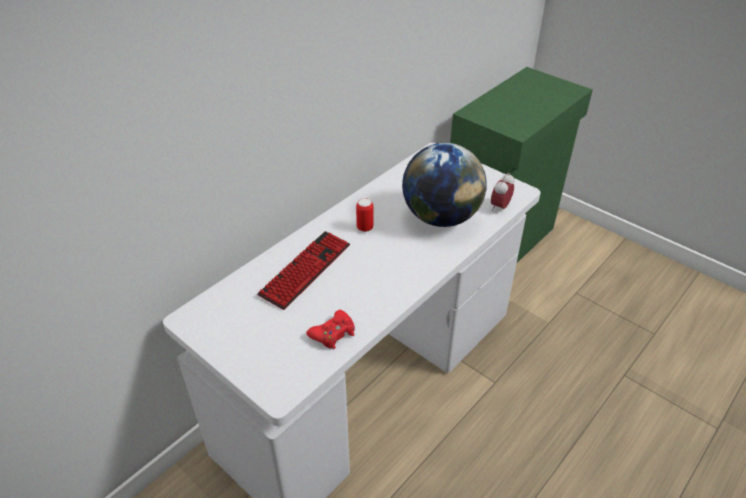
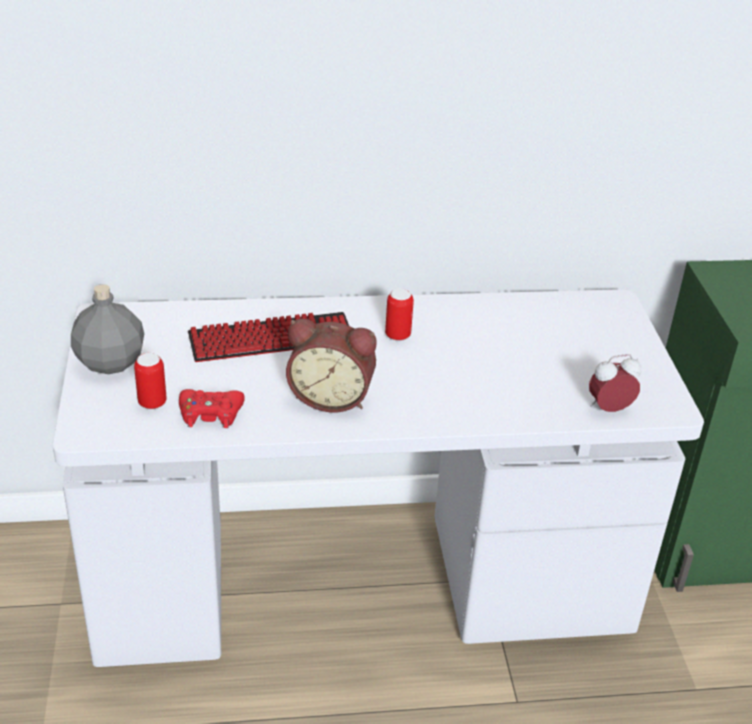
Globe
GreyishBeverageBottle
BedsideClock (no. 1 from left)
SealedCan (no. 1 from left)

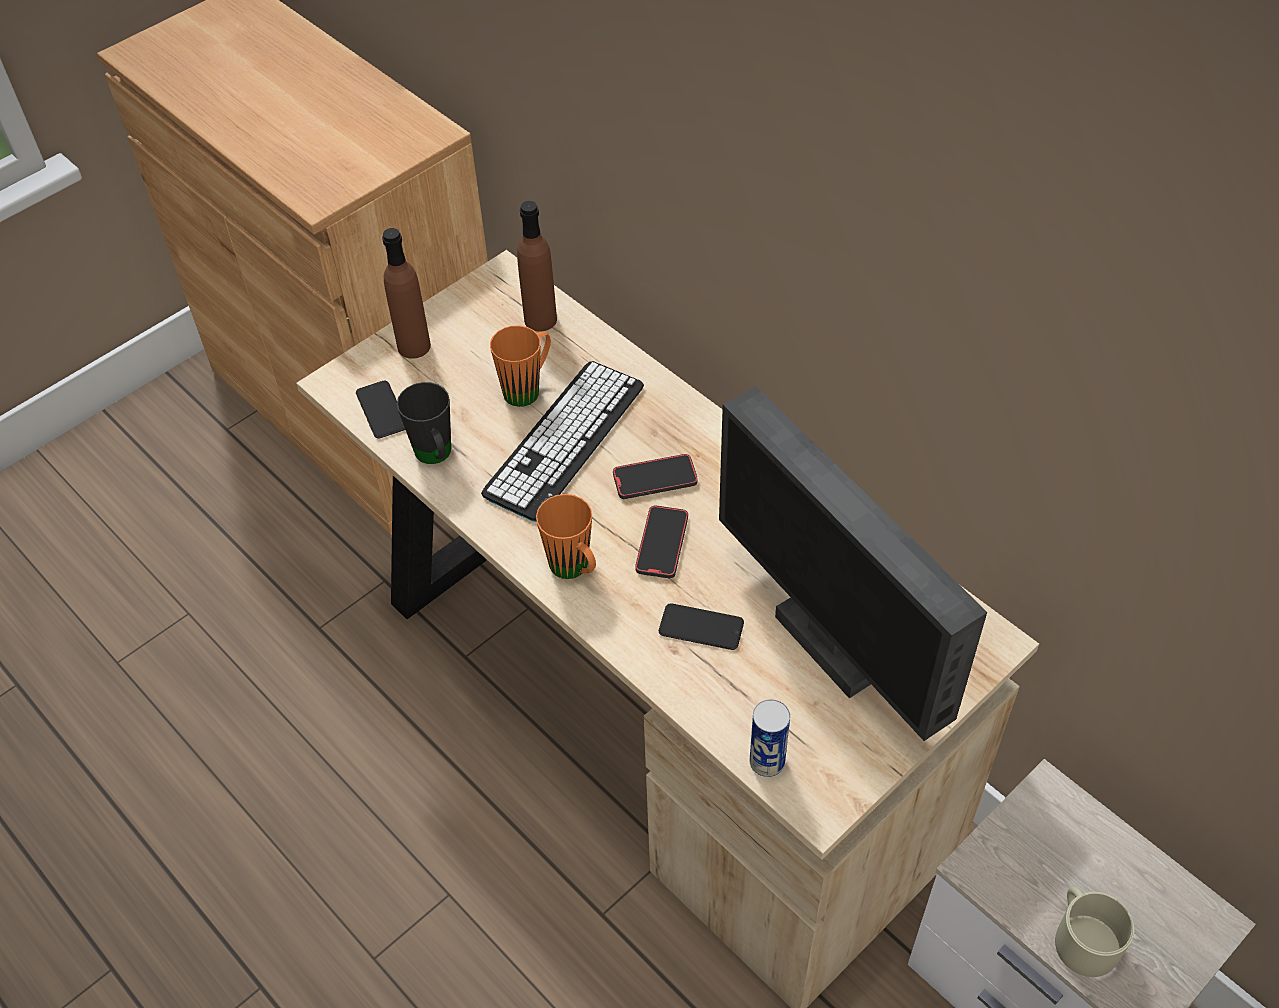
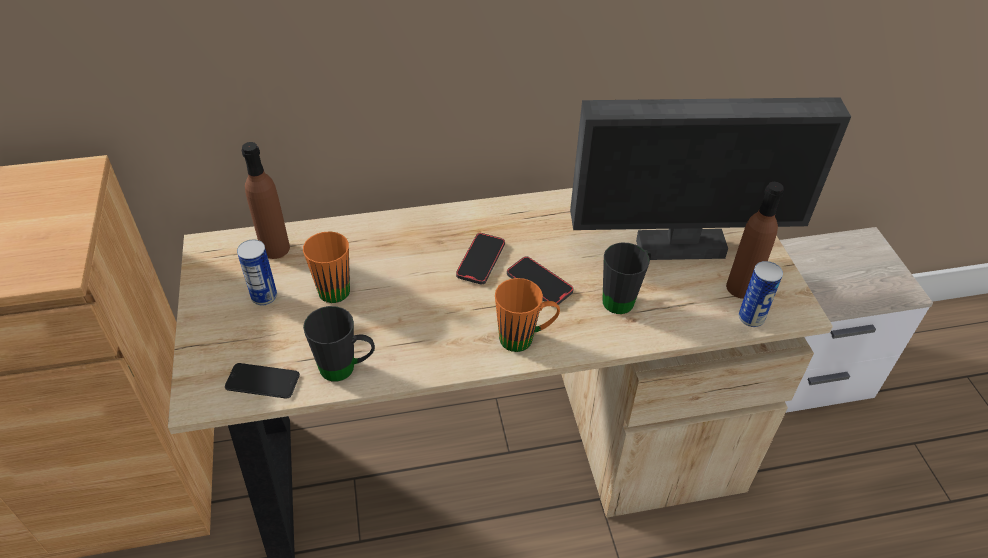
BrownBeverageBottle (no. 2 from left)
Keyboard
BlackishTeaMug (no. 2 from left)
SandColouredTeaMug
SealedCan (no. 1 from left)

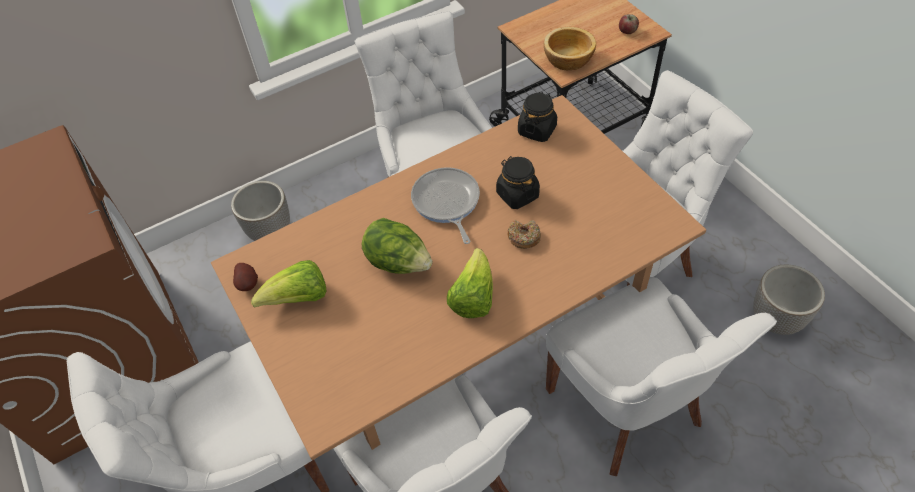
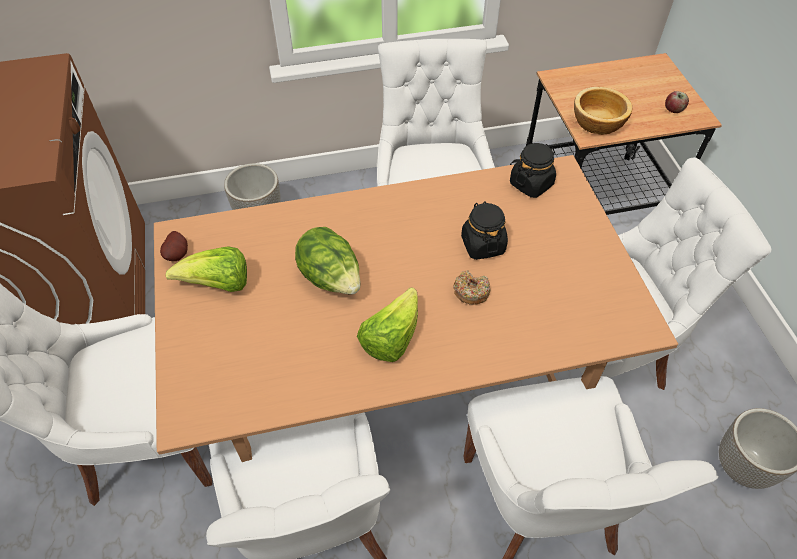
FryingPan

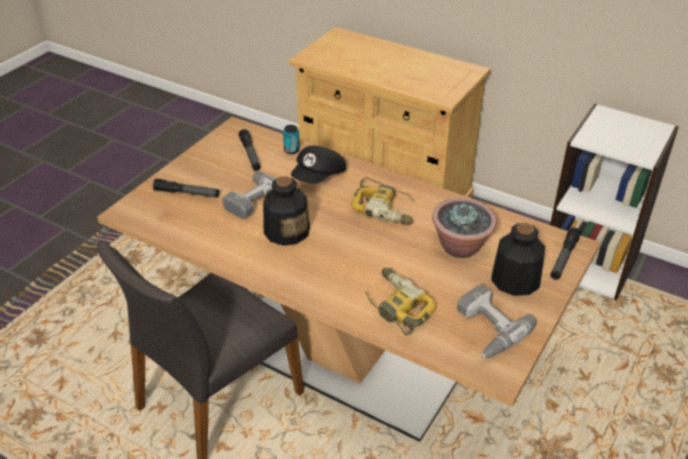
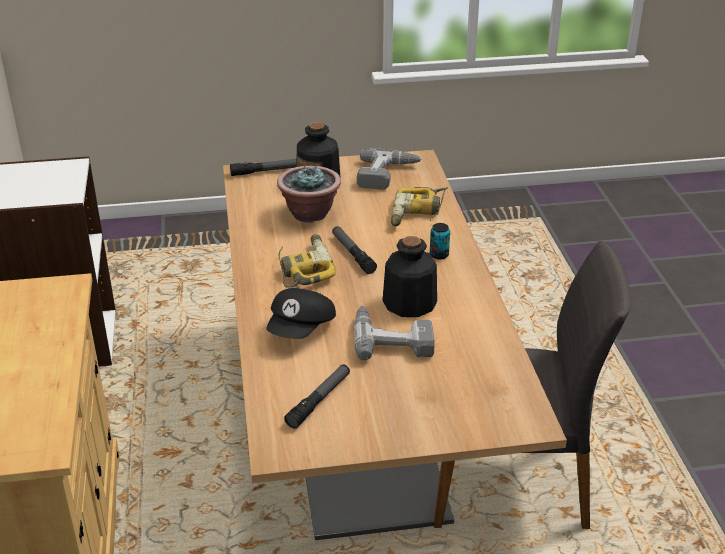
SealedCan
BlackishCap
Flashlight (no. 3 from left)

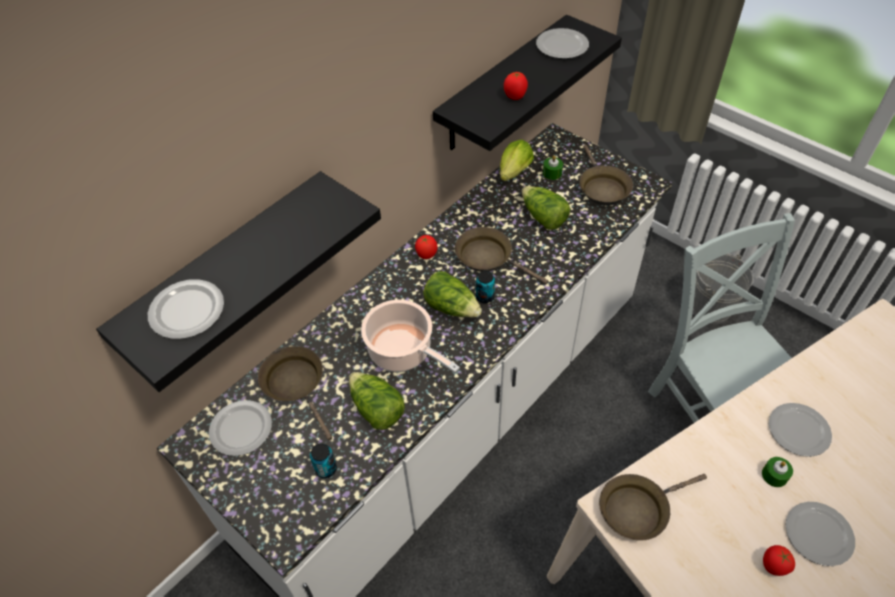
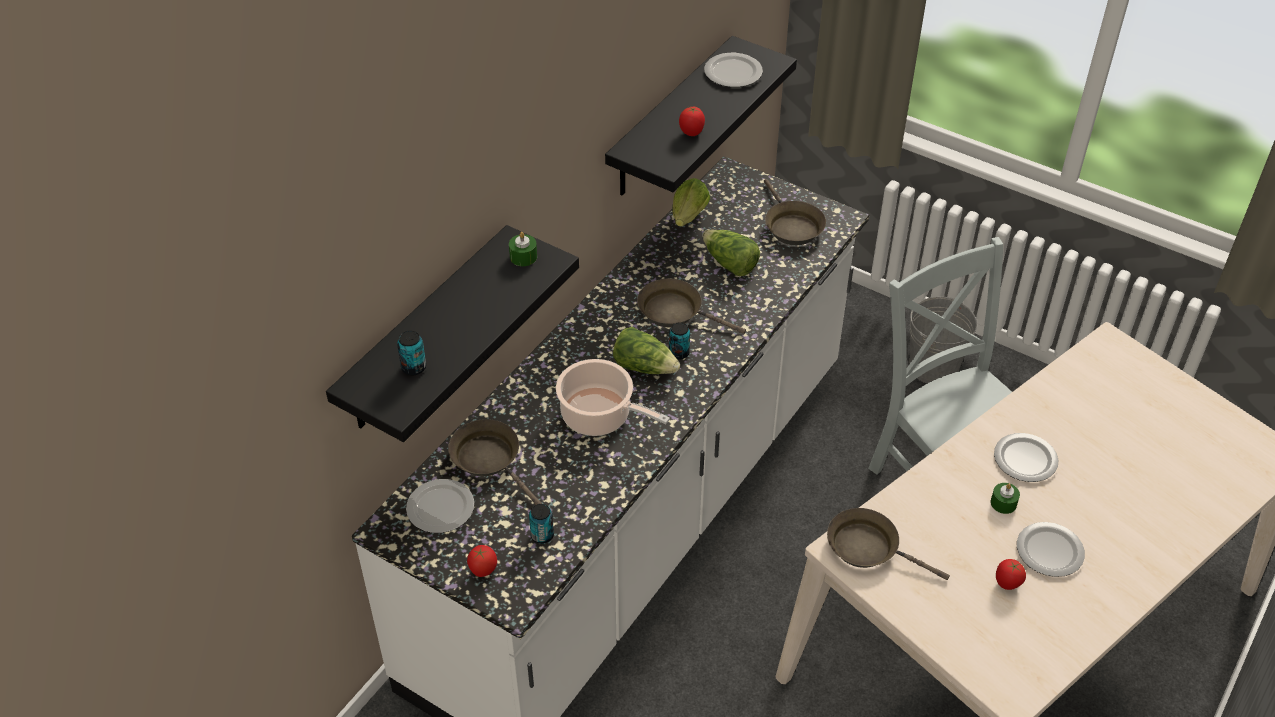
GreenWaxCandle (no. 1 from left)
FreshTomato (no. 1 from left)
SealedCan (no. 1 from left)
LettuceHead (no. 1 from left in the first image)
BrownFryingPan (no. 4 from left)

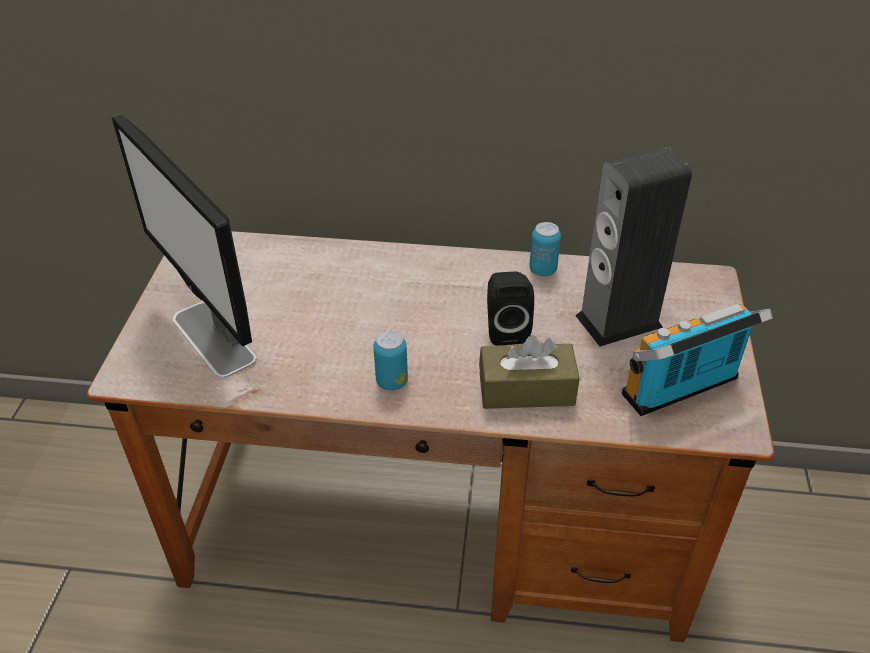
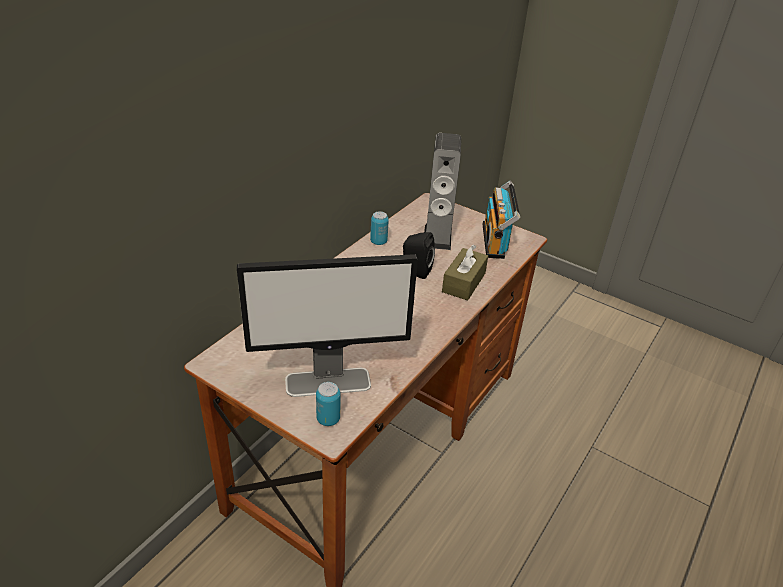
SealedCan (no. 1 from left)

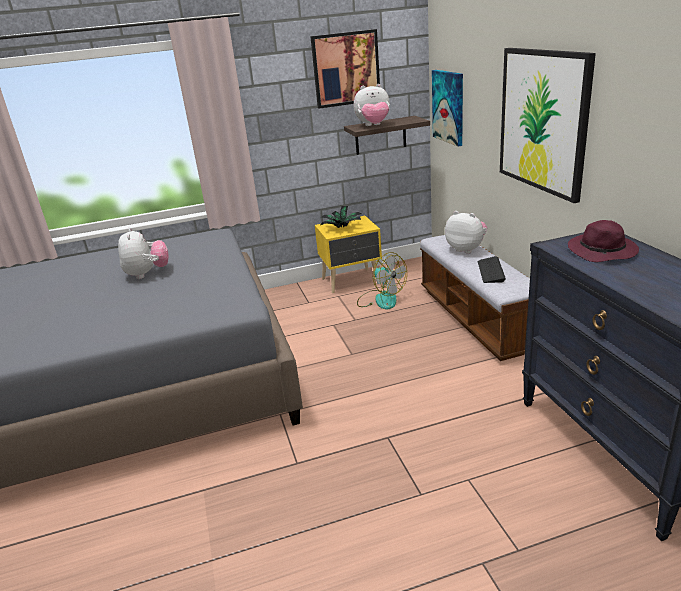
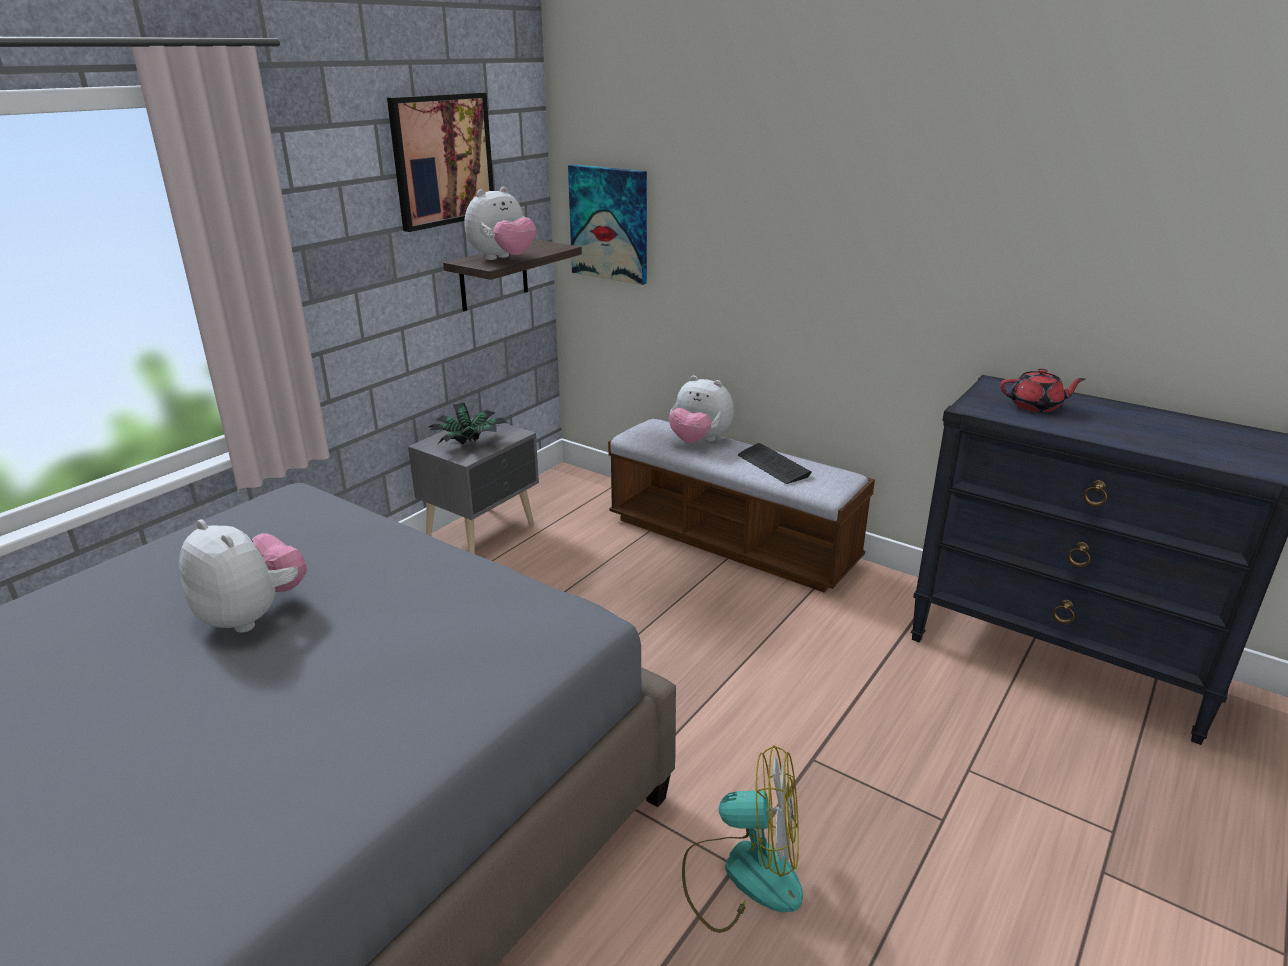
Picture (no. 3 from left in the first image)
CuddlyToy (no. 3 from left)
GreyishBedsideTable
RedTeapot
ElectricFan

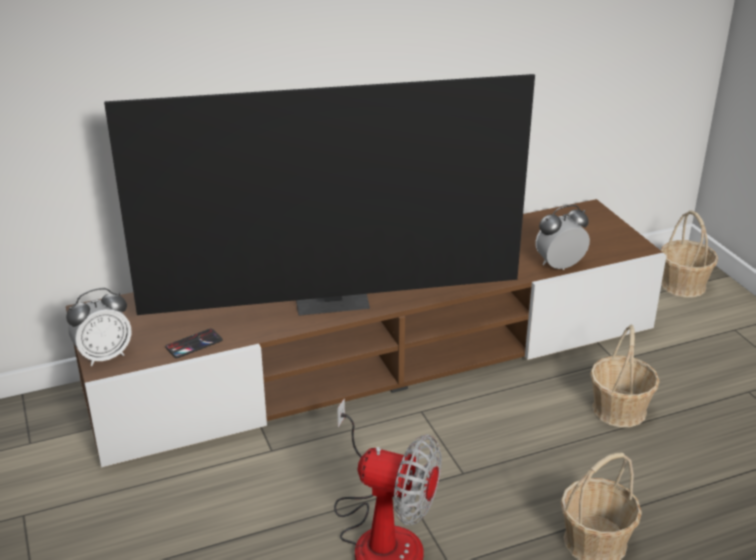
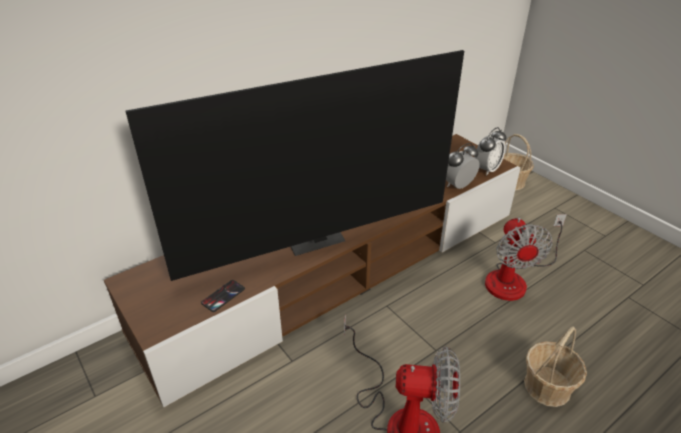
BedsideClock (no. 2 from left)
ElectricFan (no. 2 from left)

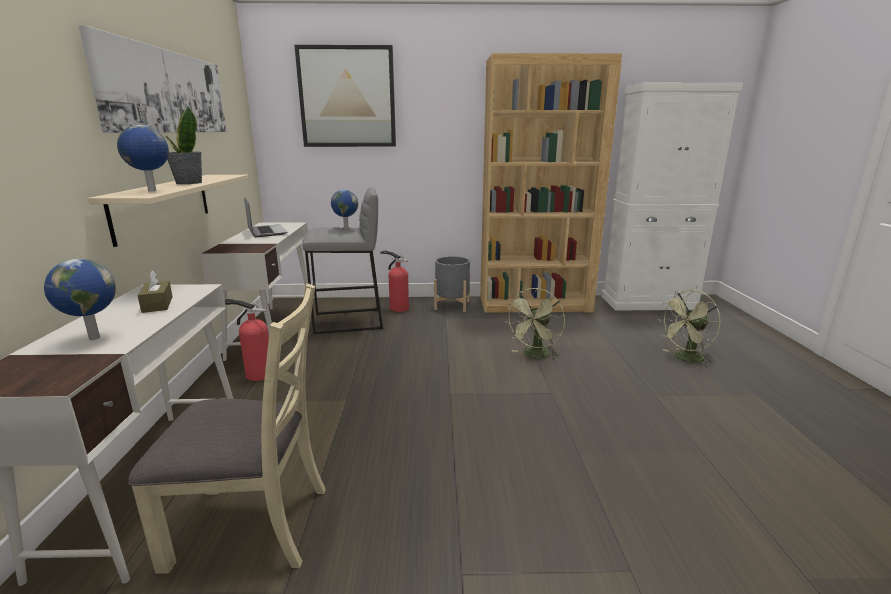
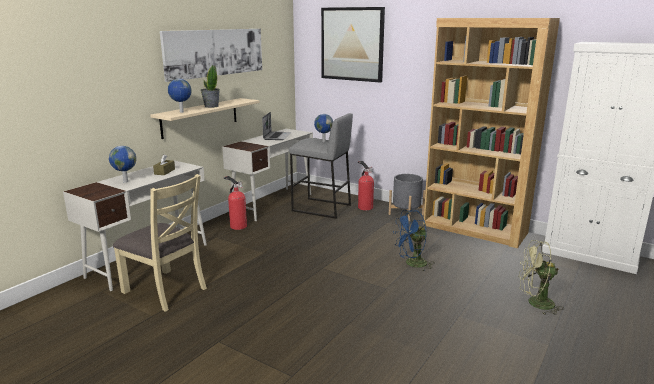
BlueElectricFan

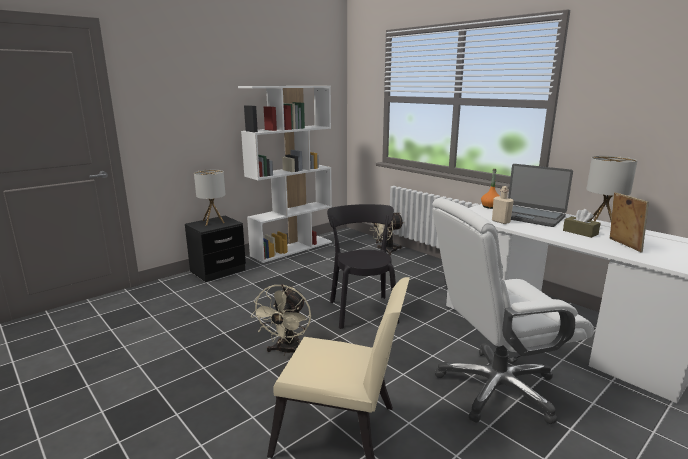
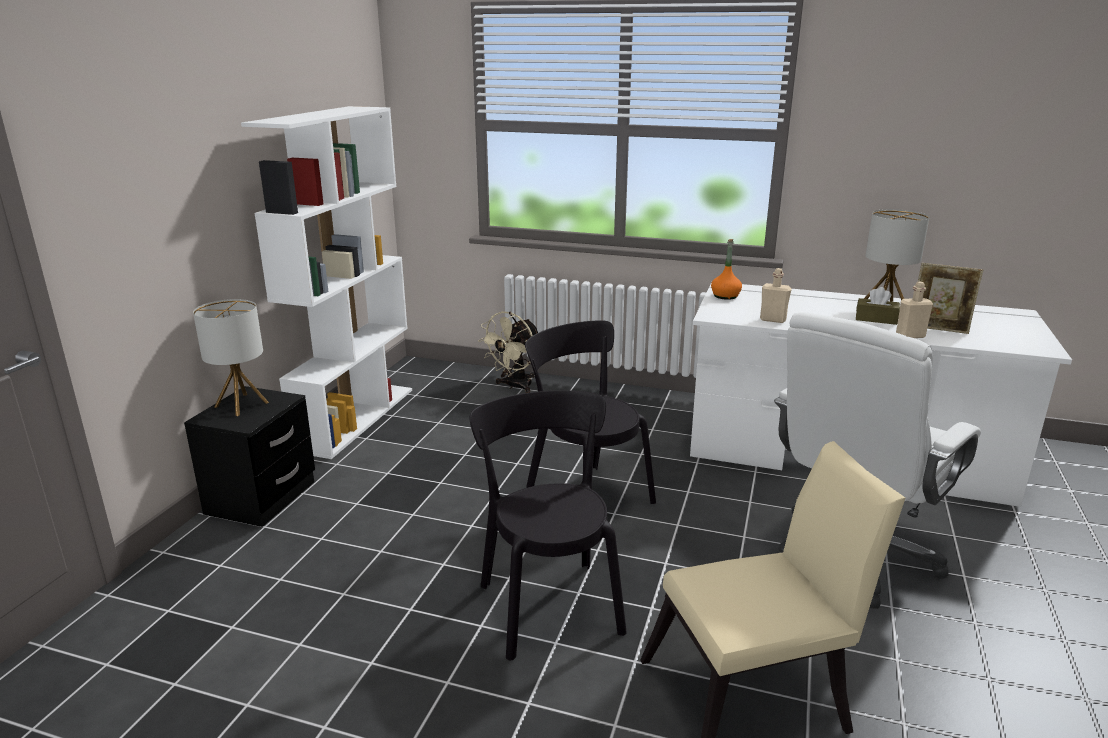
Laptop
PictureFrame
BlackishChair (no. 1 from left)
SandColouredBeverageBottle (no. 2 from left)

